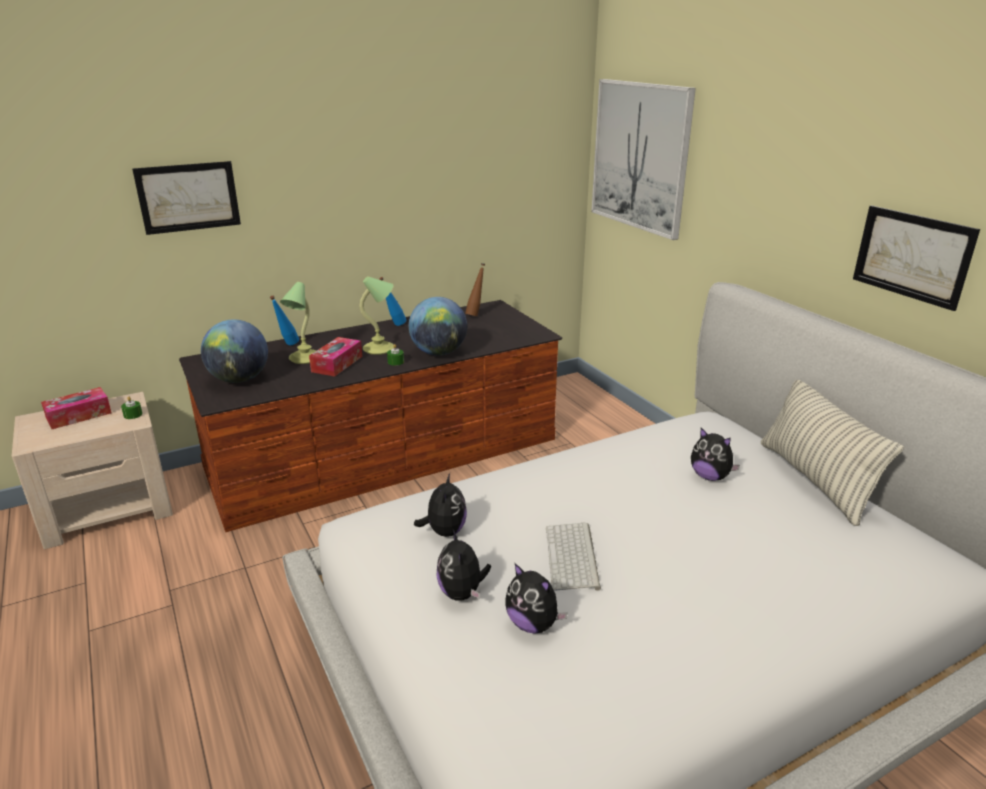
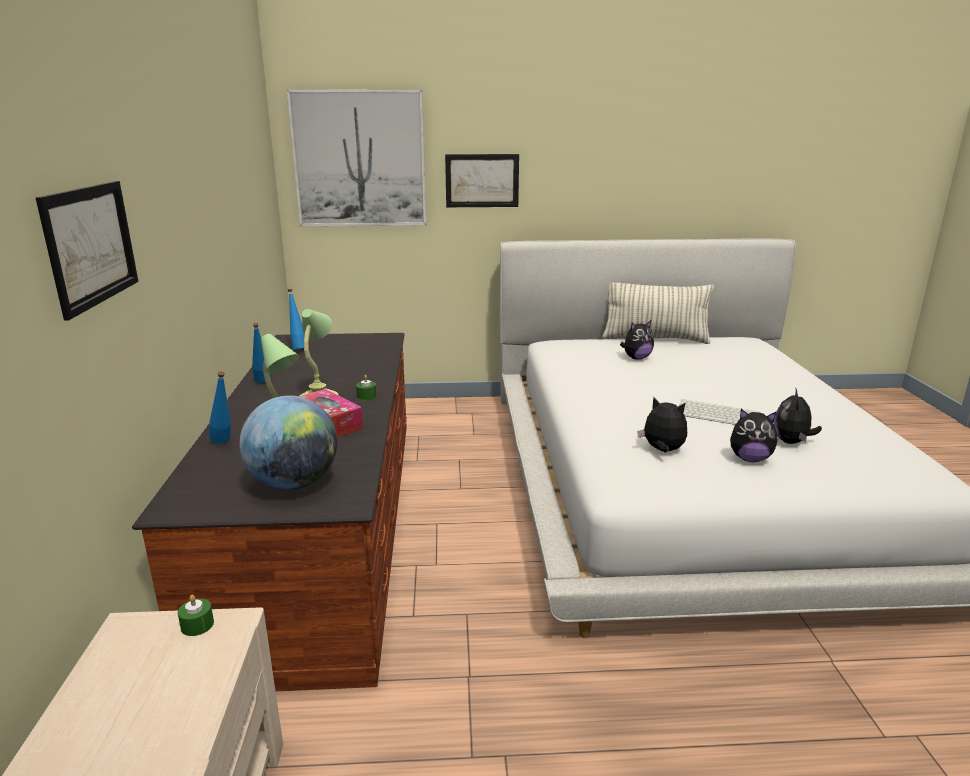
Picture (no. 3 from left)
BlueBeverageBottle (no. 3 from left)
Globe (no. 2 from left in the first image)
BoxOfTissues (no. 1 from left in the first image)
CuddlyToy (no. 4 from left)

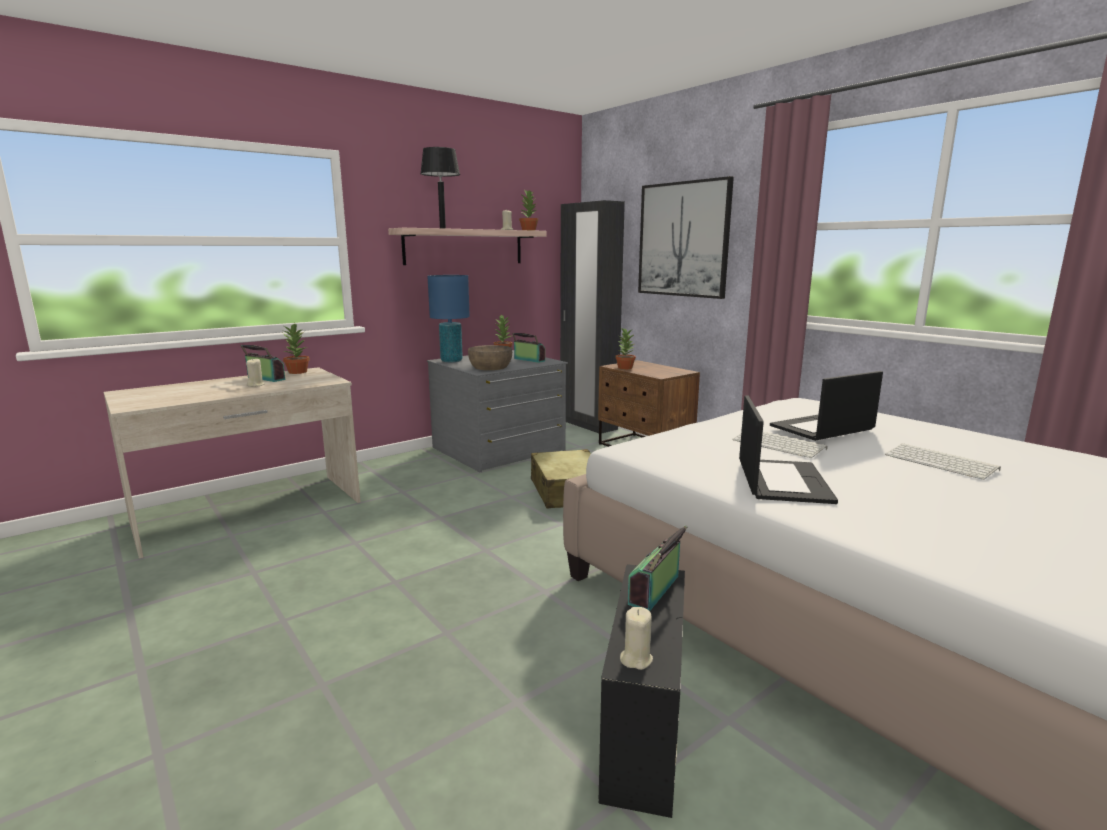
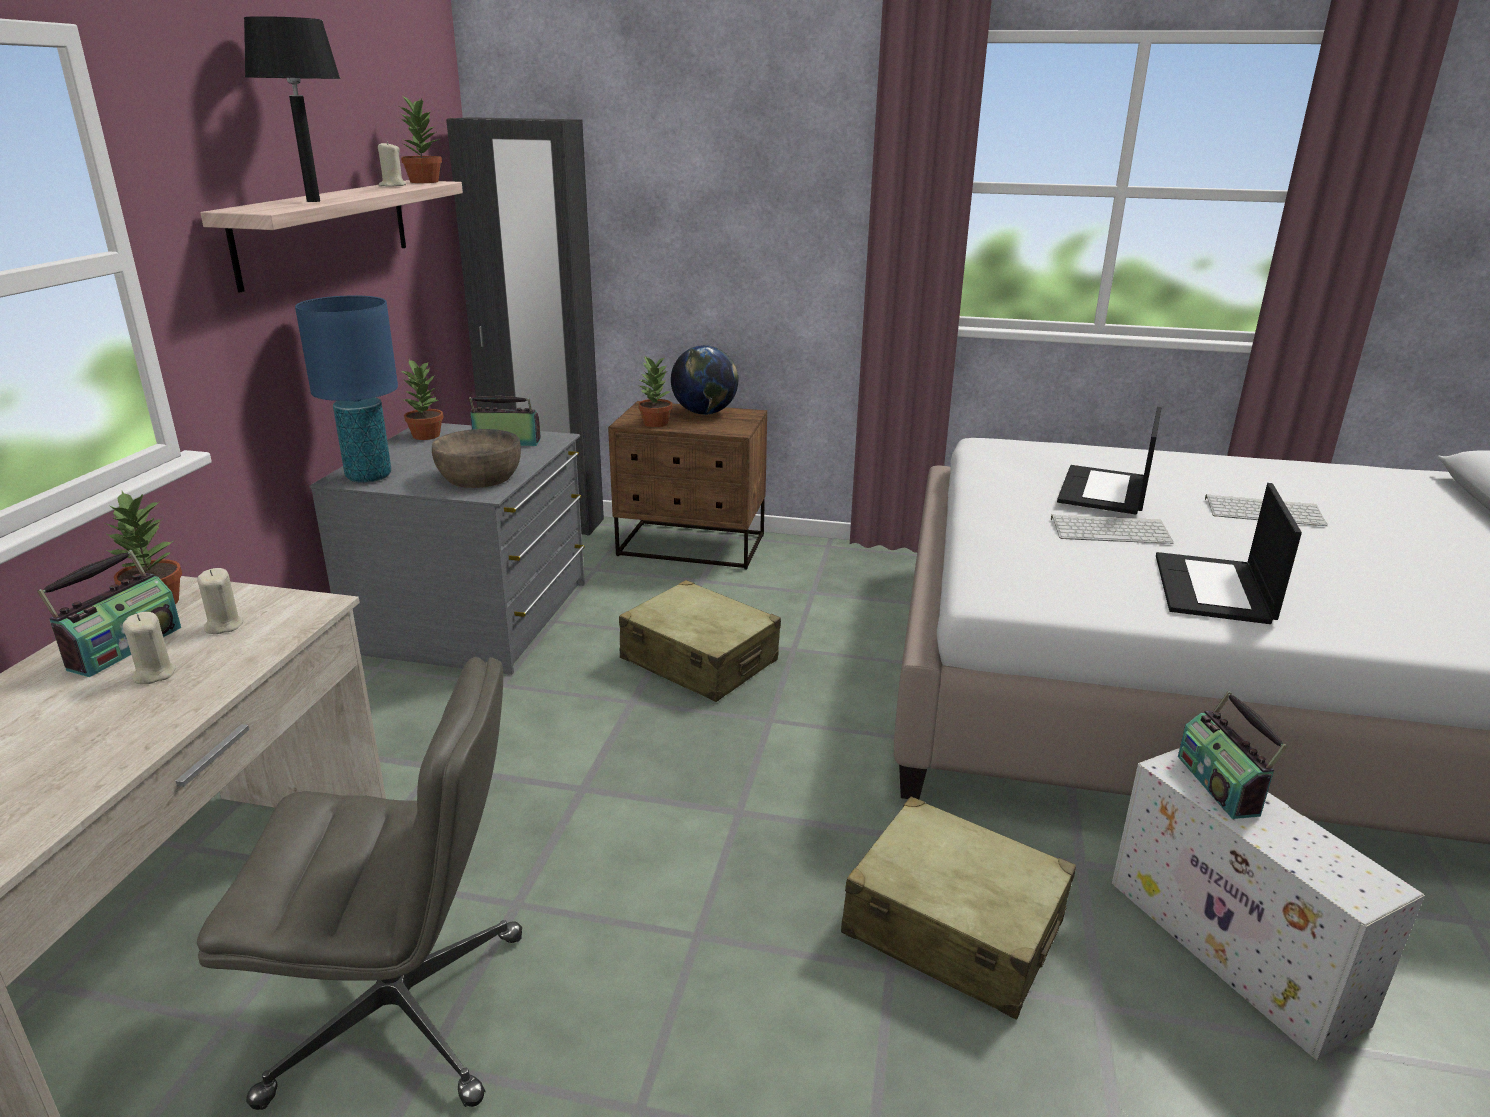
Picture
Radio (no. 1 from left)
Laptop (no. 2 from left)
WhiteColouredStorageBox
SandColouredWaxCandle (no. 2 from left)
Globe
GreyishOfficeChair
SandColouredPieceOfLuggage (no. 2 from left)

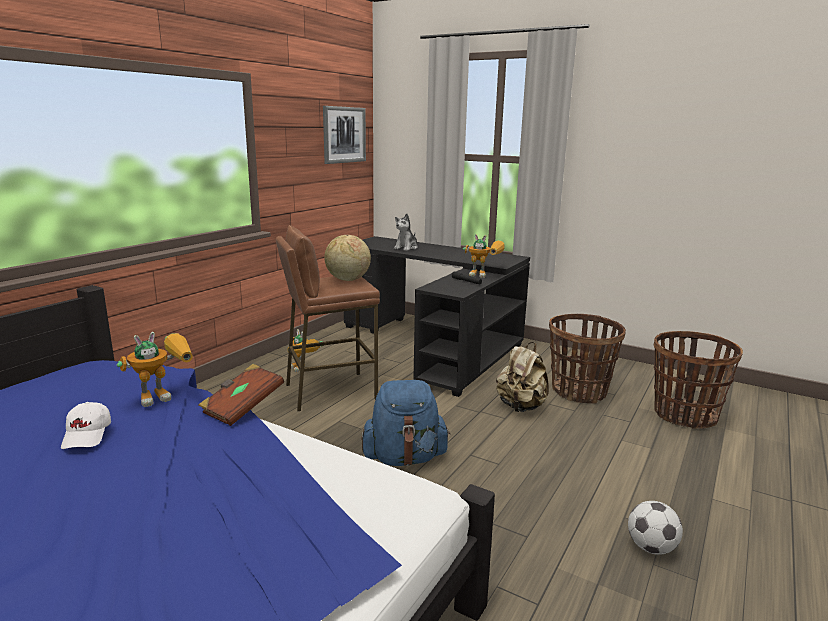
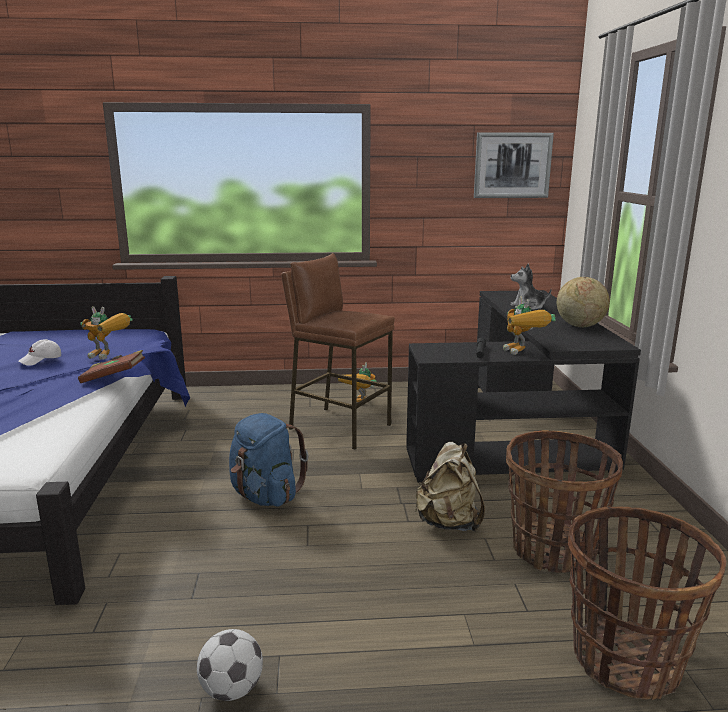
Globe

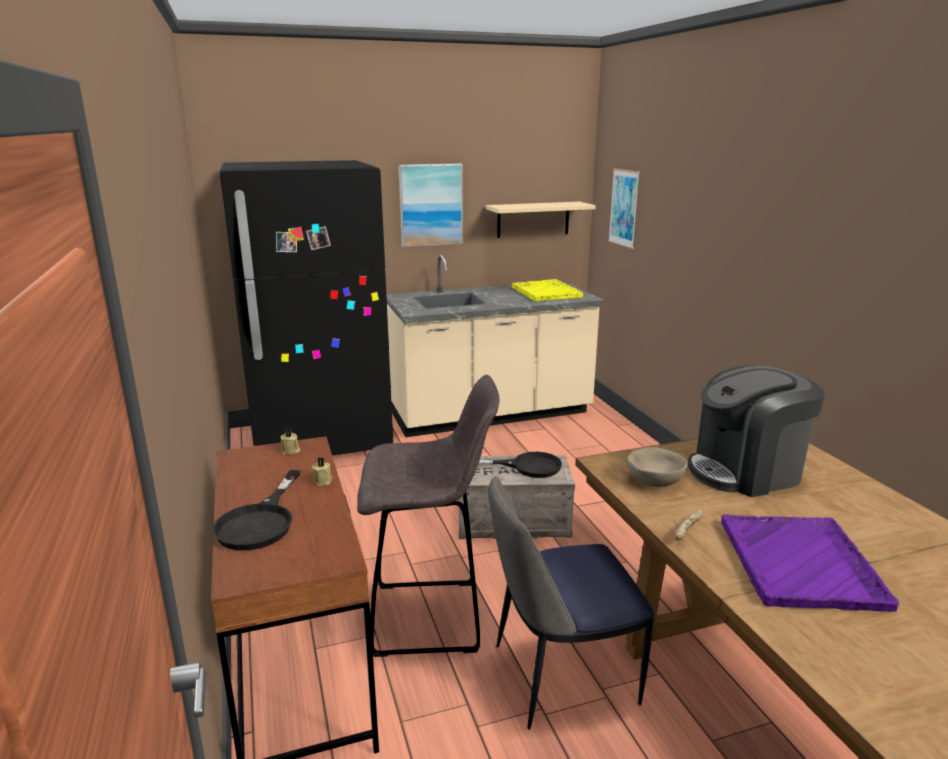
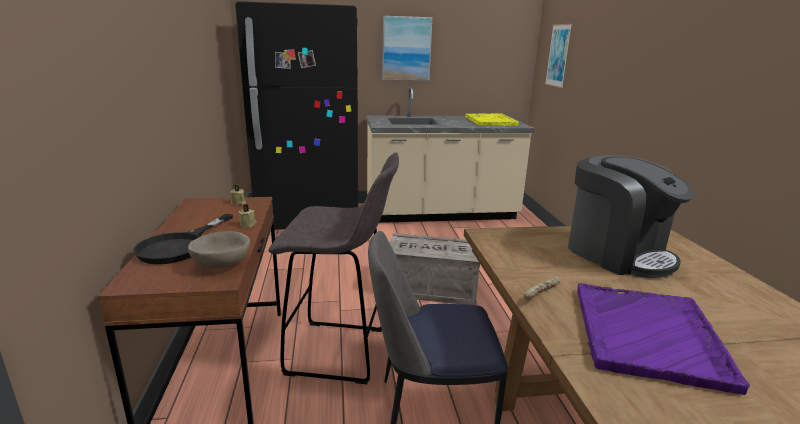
SandColouredShelf
CoffeeMaker
SandColouredBowl
BlackishFryingPan (no. 2 from left in the first image)

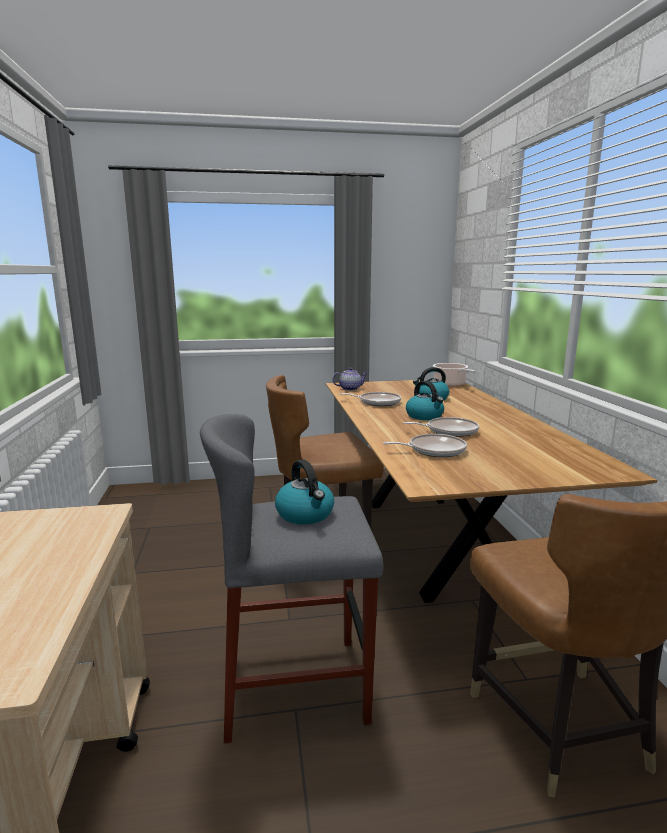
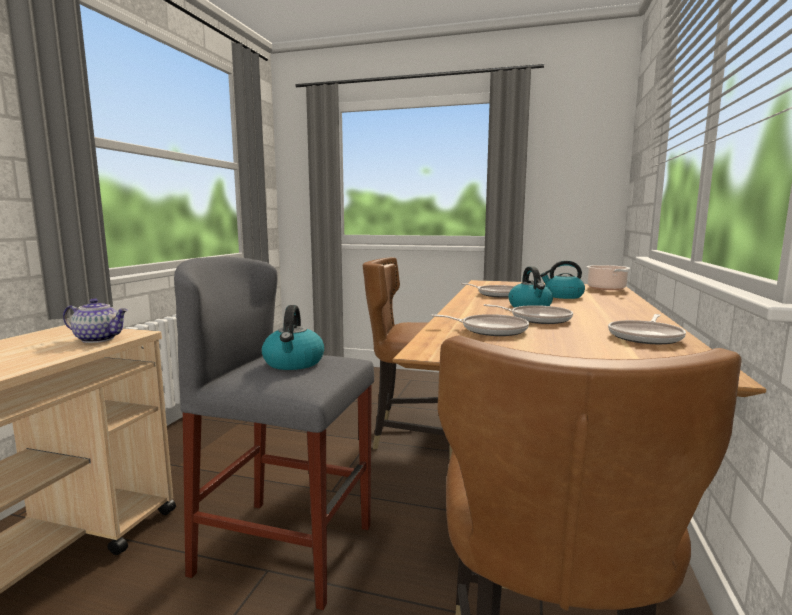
Teapot
FryingPan (no. 4 from left)

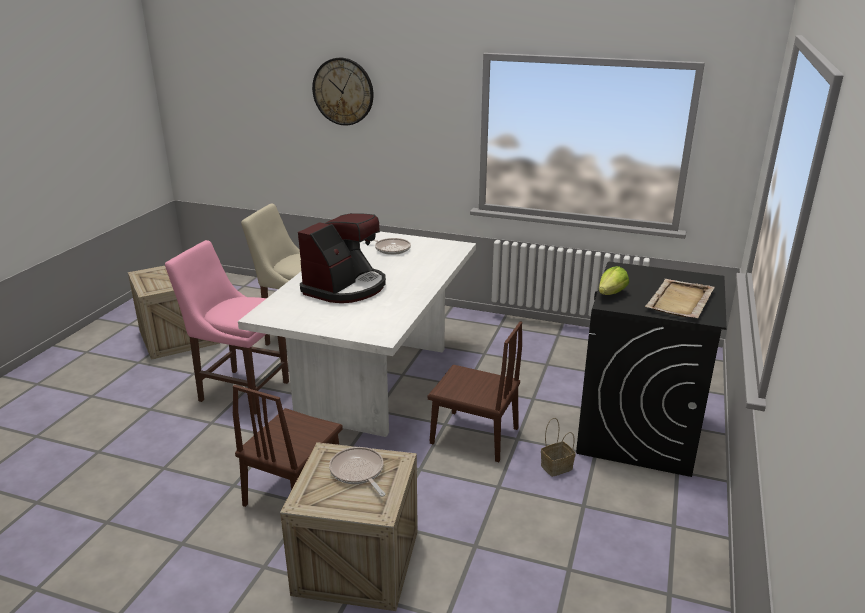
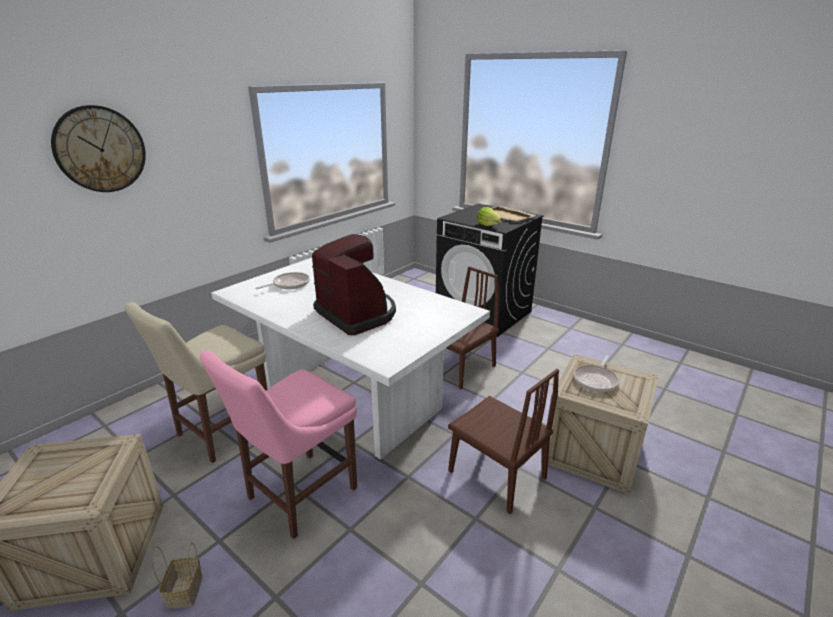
Basket
FryingPan (no. 2 from left)

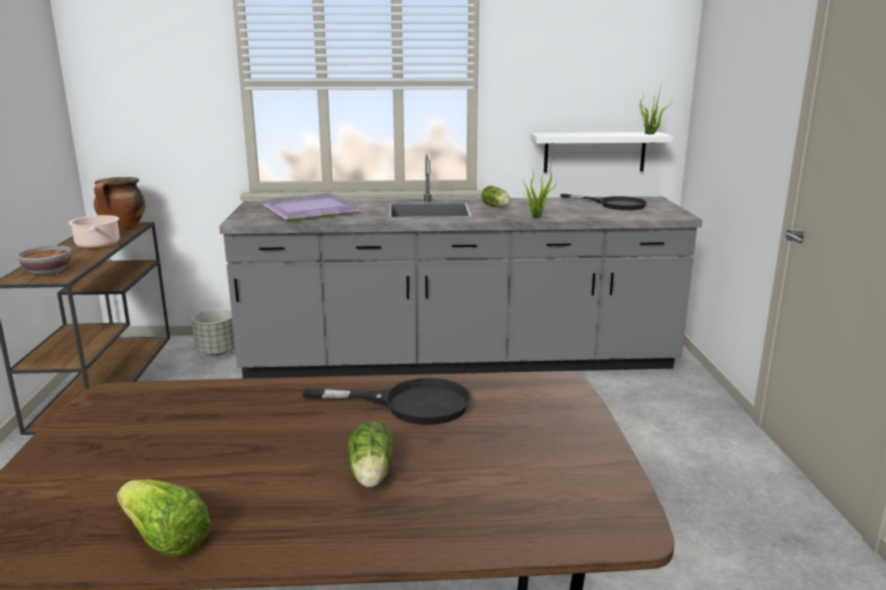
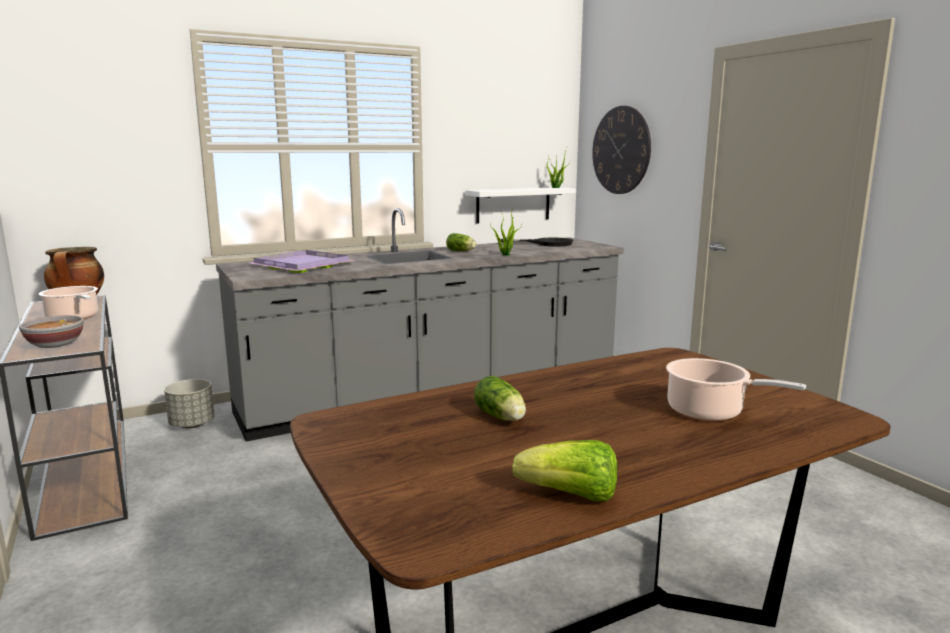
BlackishFryingPan (no. 1 from left in the first image)
LettuceHead (no. 2 from left)
HangingClock
CookingPot (no. 3 from left)

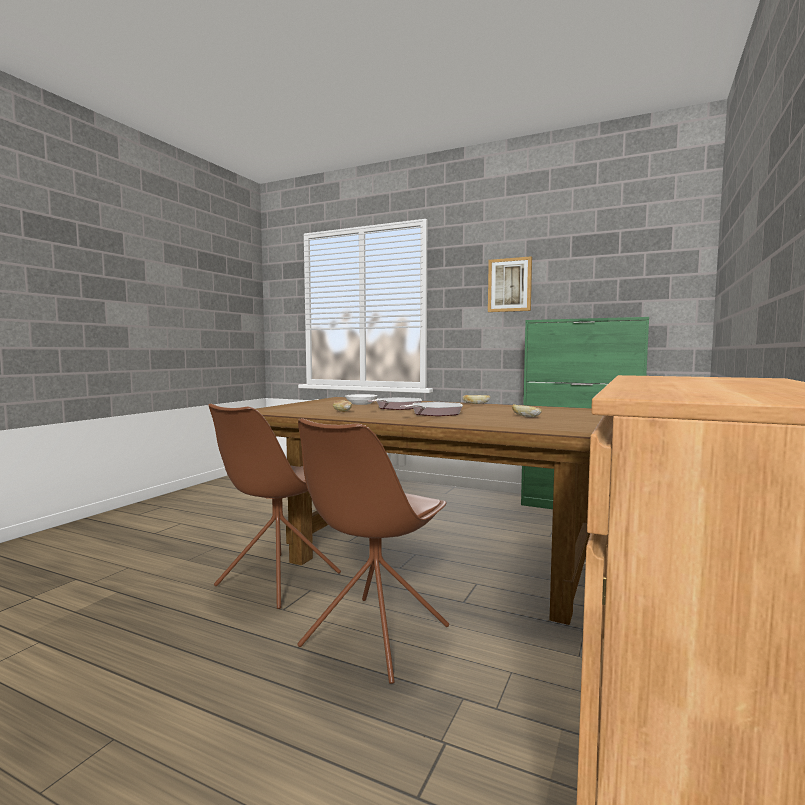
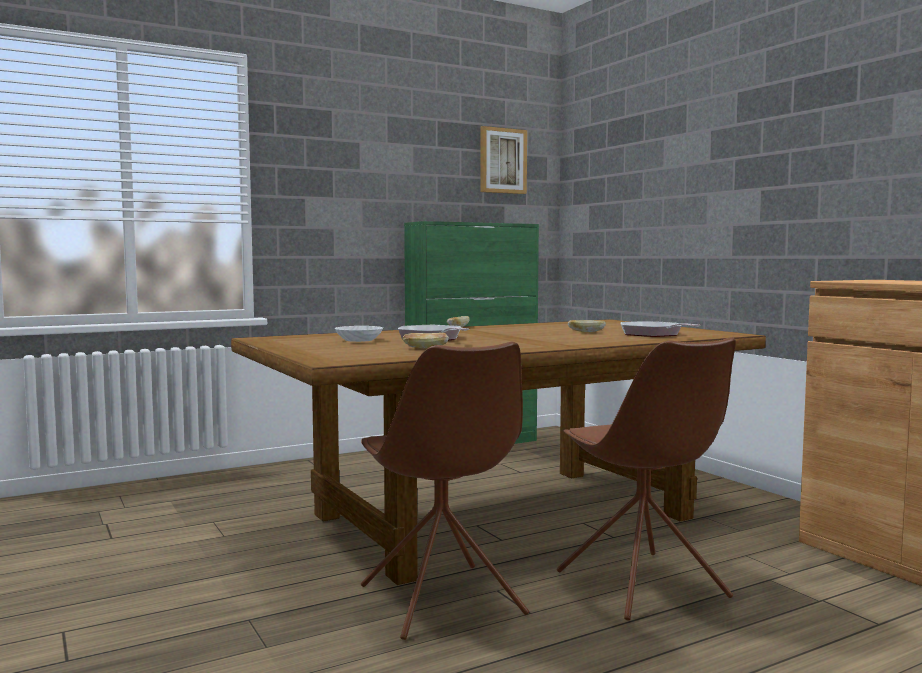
Picture
FryingPan (no. 2 from left)

